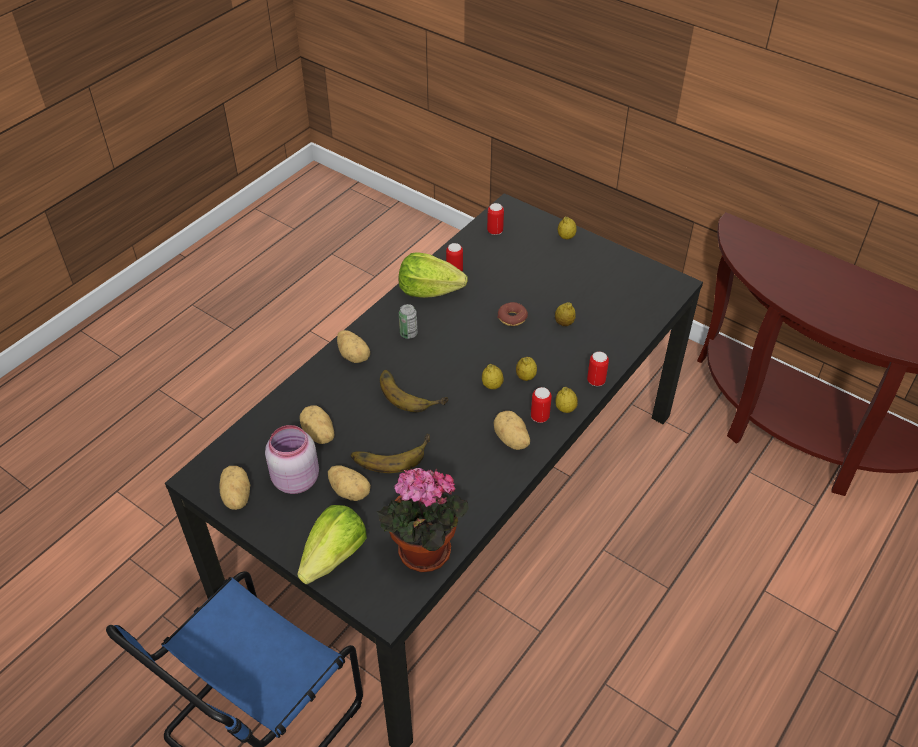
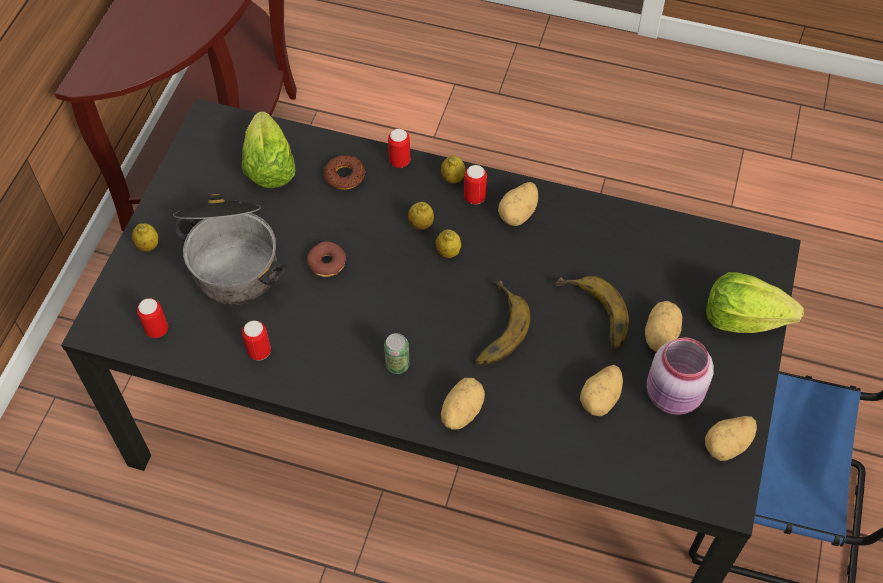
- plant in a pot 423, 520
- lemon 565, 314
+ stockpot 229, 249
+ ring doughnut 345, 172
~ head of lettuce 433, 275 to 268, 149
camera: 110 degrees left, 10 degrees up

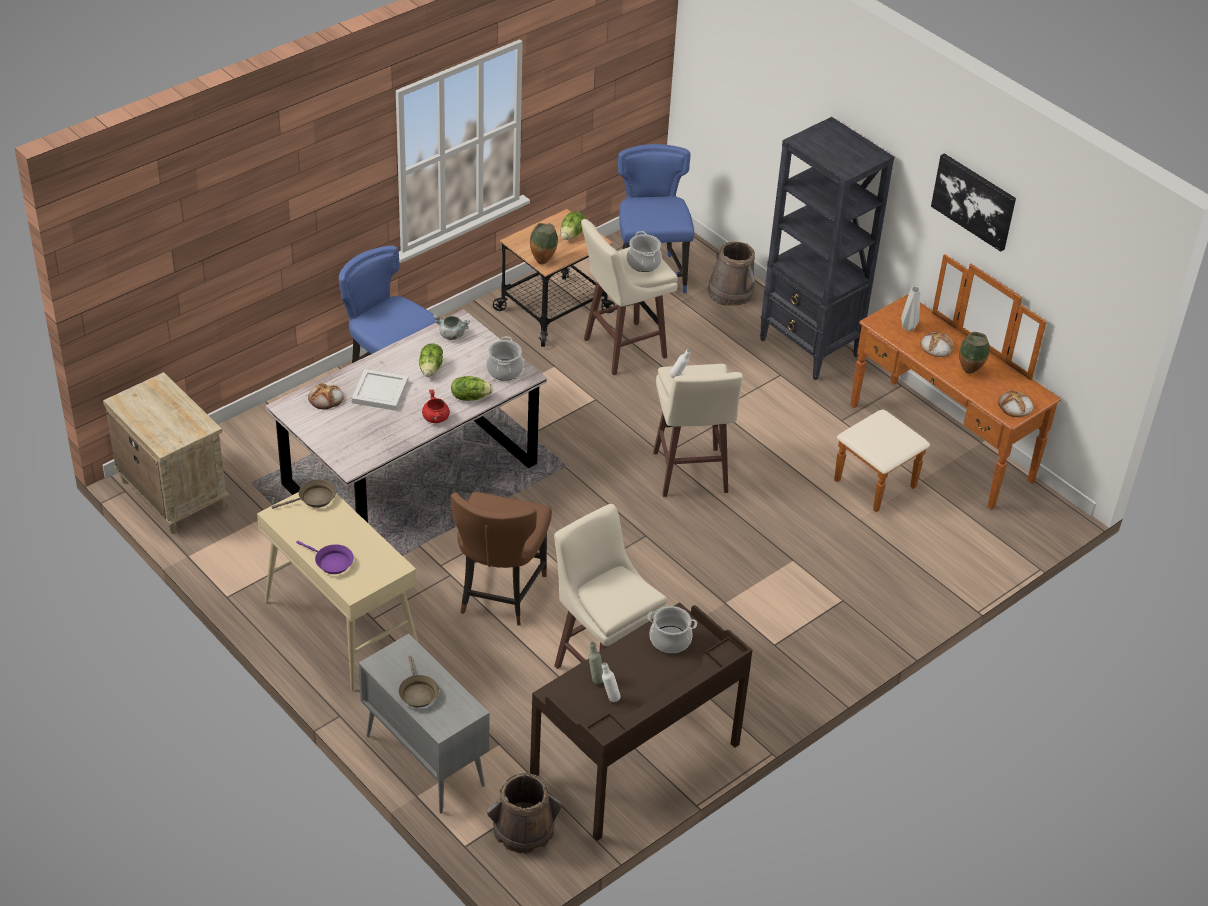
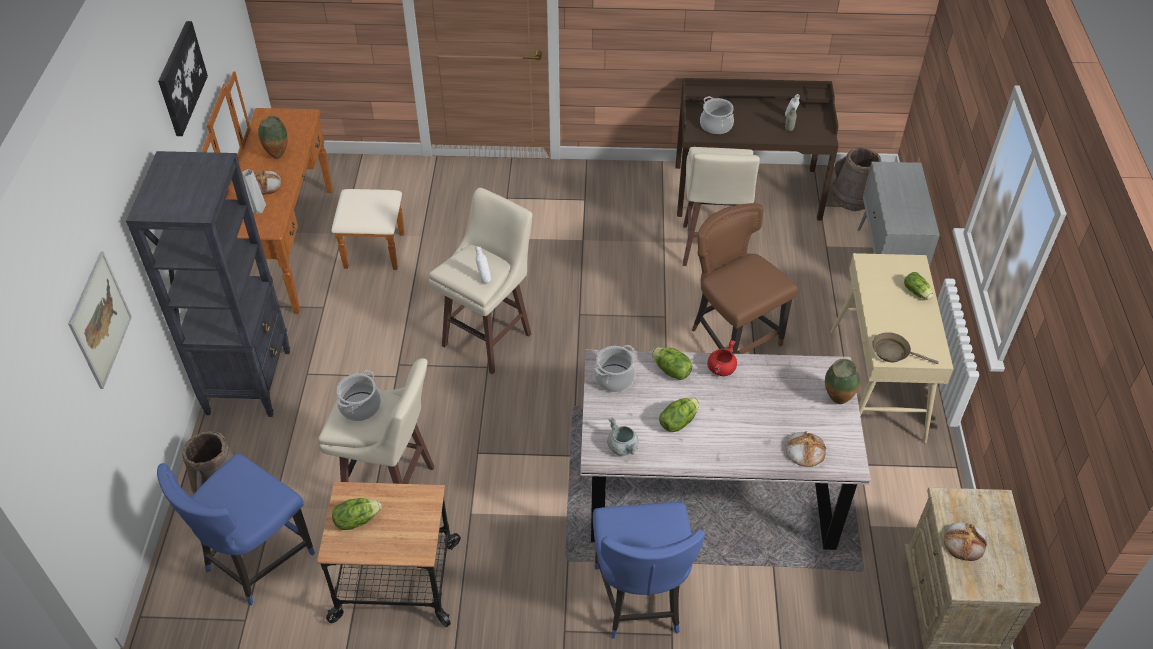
- serving tray in whitish 380, 390
- frying pan in brown 419, 681
+ picture 100, 320
~ flower vase 544, 243 to 842, 381
~ baked bread 1015, 403 to 965, 541
~ frying pan in purple 325, 557 to head of lettuce 918, 286
~ chair in brown 501, 558 = 745, 278 90 degrees counterclockwise
camera: 135 degrees left, 5 degrees up

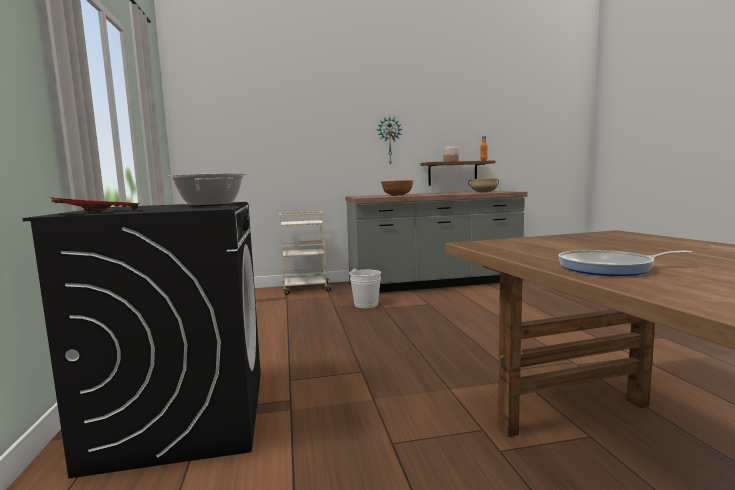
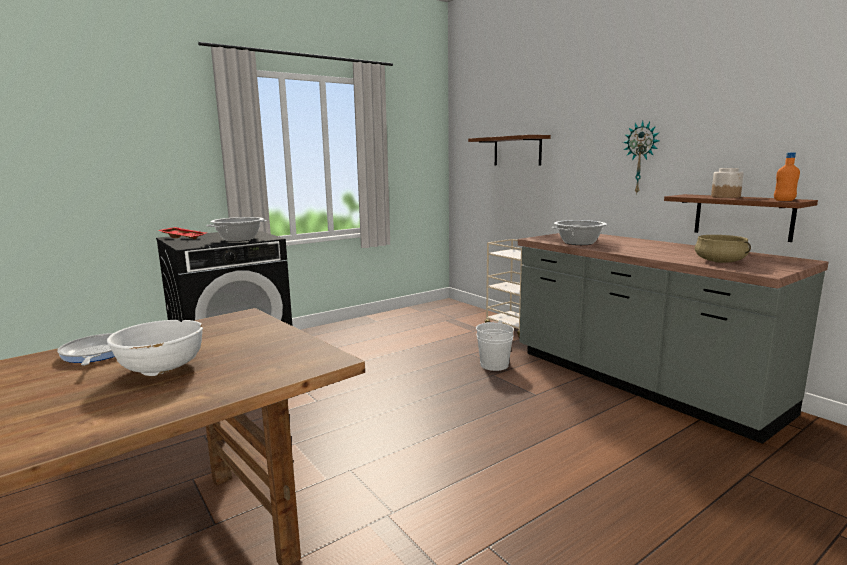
+ bowl in whitish 155, 348
+ shelf in brown 509, 150
~ bowl in brown 397, 188 to stockpot 579, 232
camera: 65 degrees right, 5 degrees up

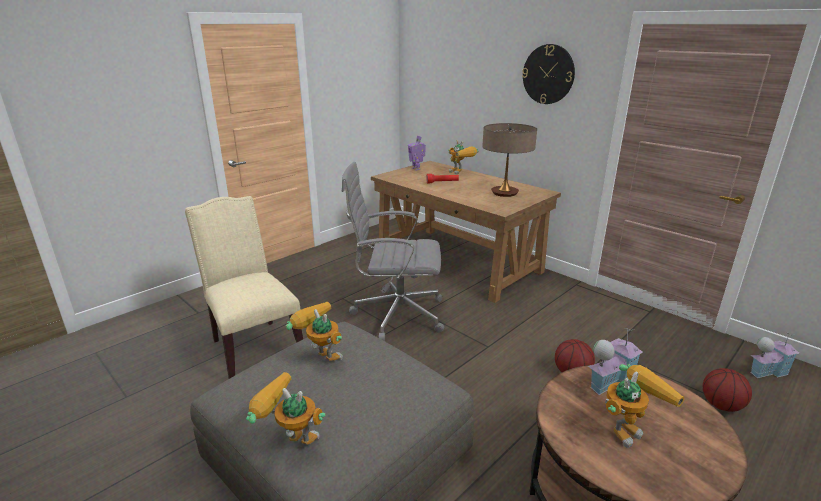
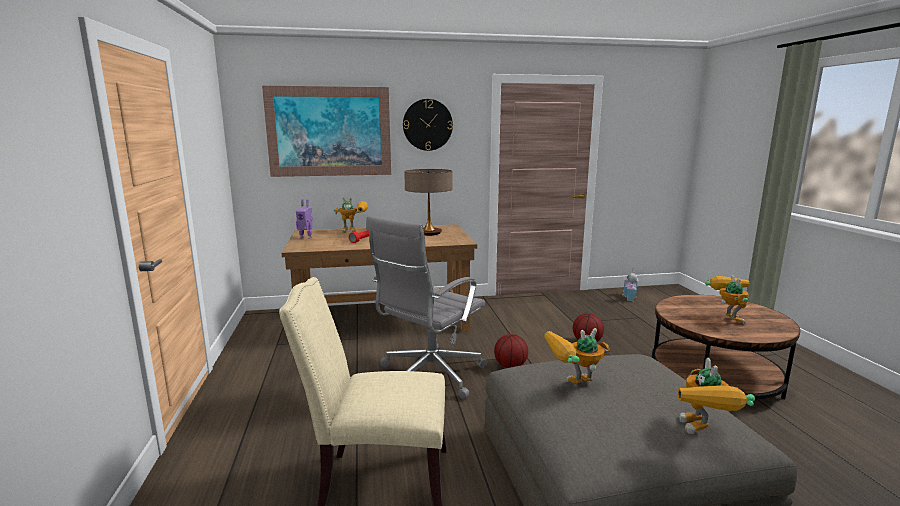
- model house 615, 361
+ picture 326, 131
~ basketball 727, 390 to 511, 351
~ toy robot 286, 408 = 716, 396 45 degrees counterclockwise
camera: 55 degrees left, 10 degrees down

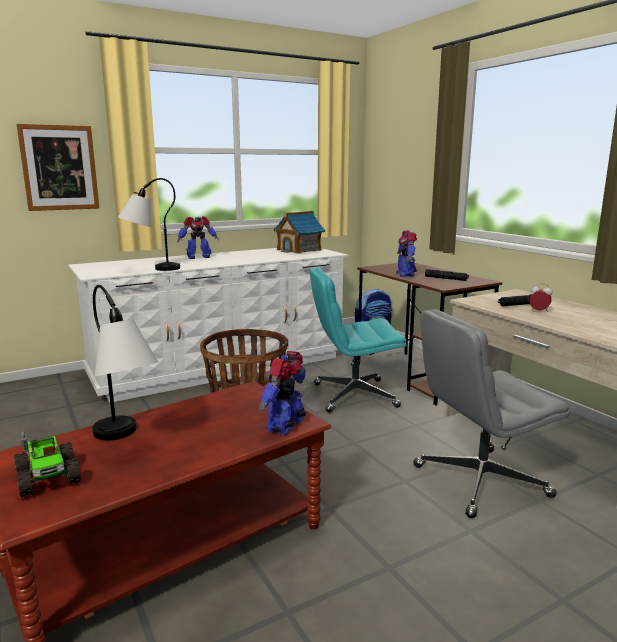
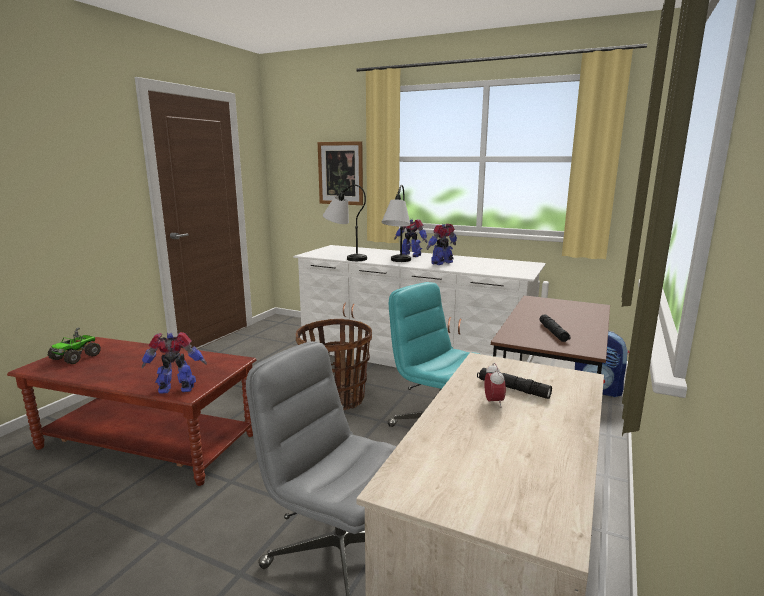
- model house 299, 232
~ tabletop lamp 125, 363 to 396, 223
~ toy robot 406, 254 to 441, 244
camera: 55 degrees right, 0 degrees up

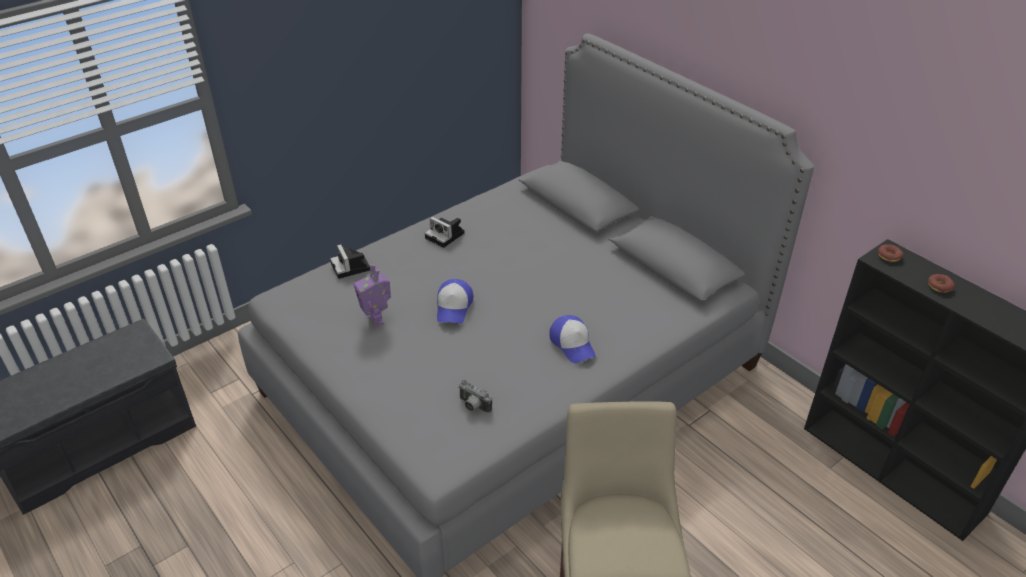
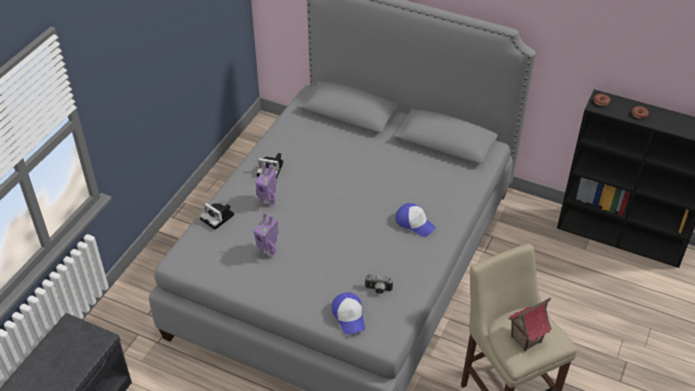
+ toy robot 266, 185
+ model house 530, 324
~ baseball cap 455, 301 to 348, 313
camera: 25 degrees left, 5 degrees up

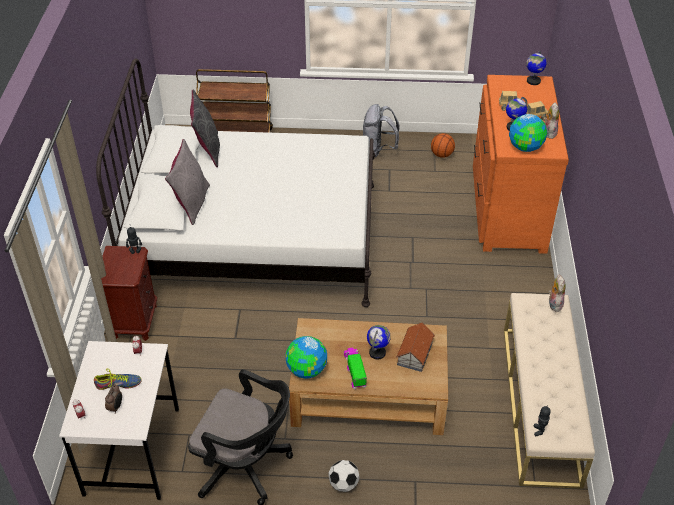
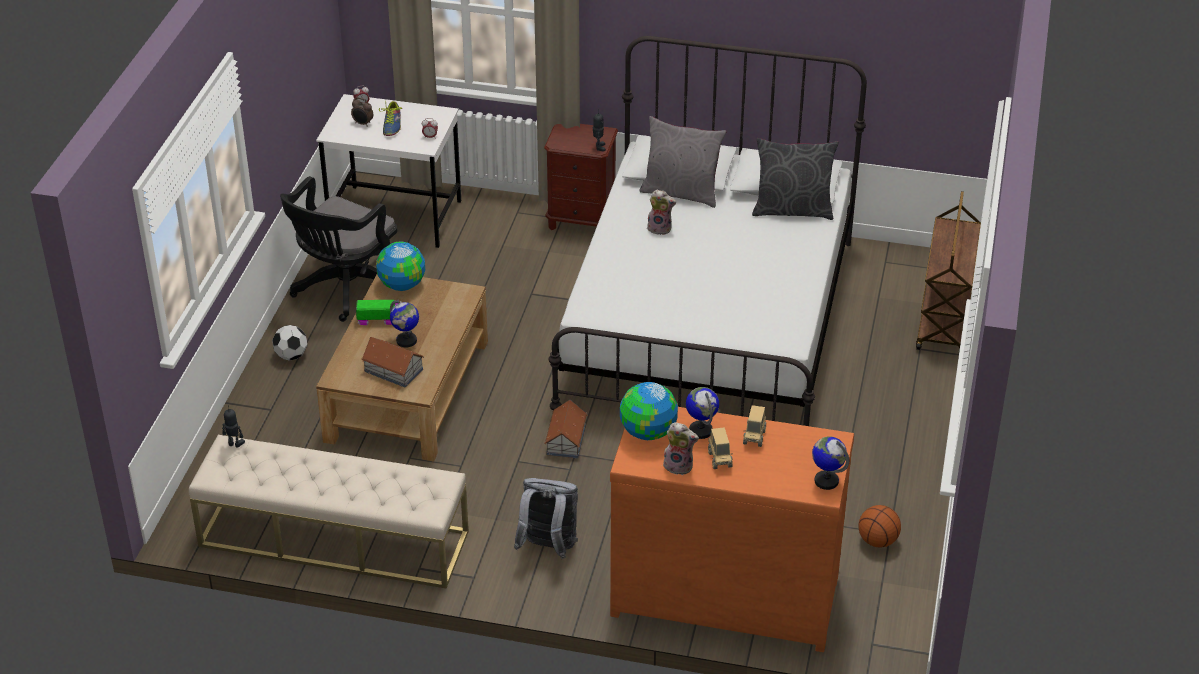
+ model house 565, 429
~ backpack in gray 381, 130 to 546, 518
~ plush toy 557, 293 to 661, 212
camera: 100 degrees right, 5 degrees down

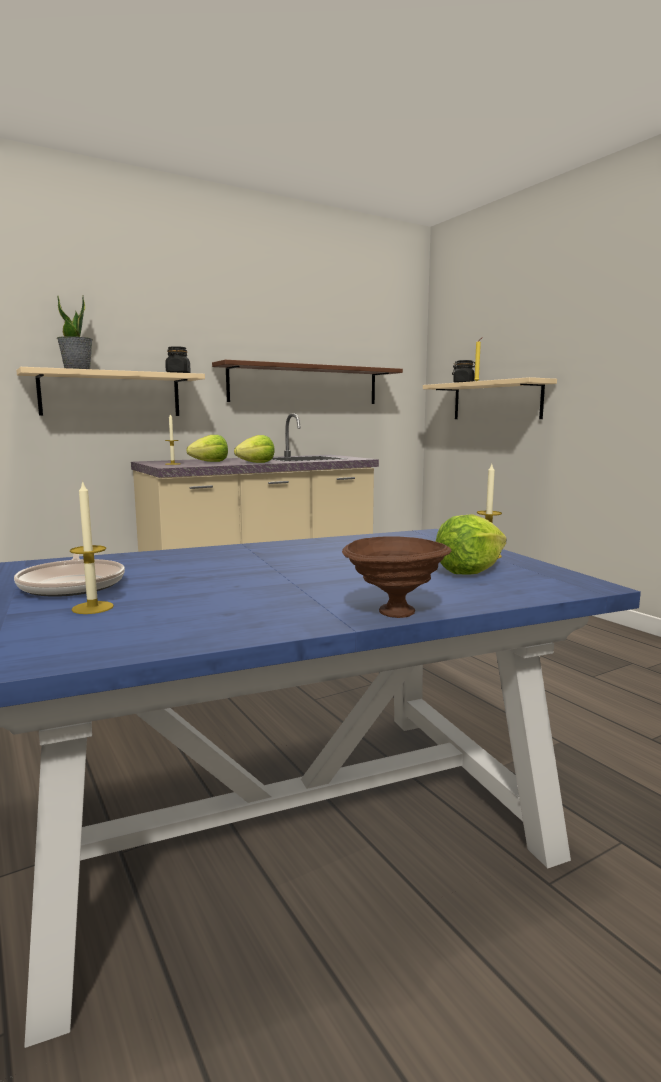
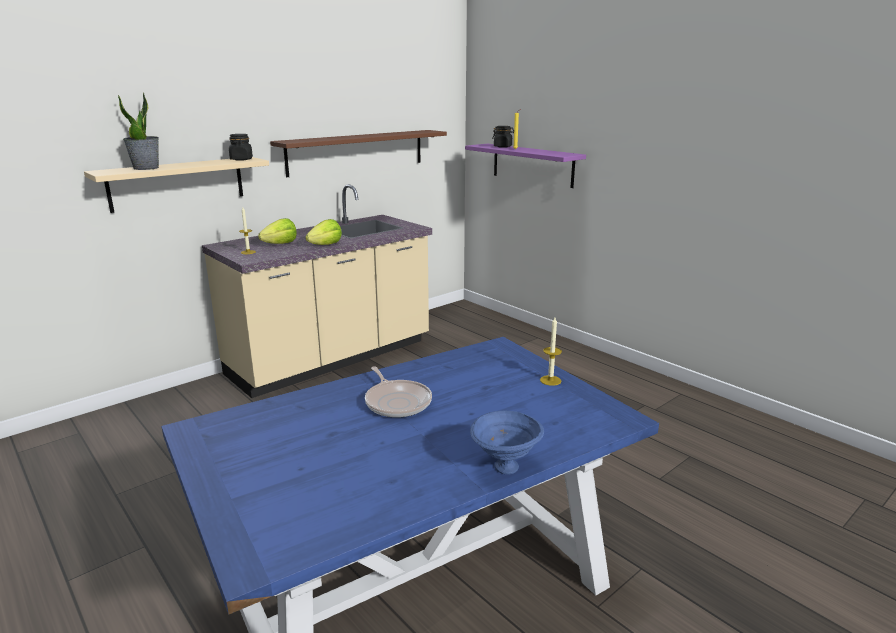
- wax candle 92, 547
- head of lettuce 471, 544
~ frying pan 69, 575 to 398, 392
~ bowl in brown 396, 577 to bowl in blue-coloured 507, 443
~ shelf in beige 490, 398 to shelf in purple 525, 166
camera: 10 degrees left, 10 degrees up

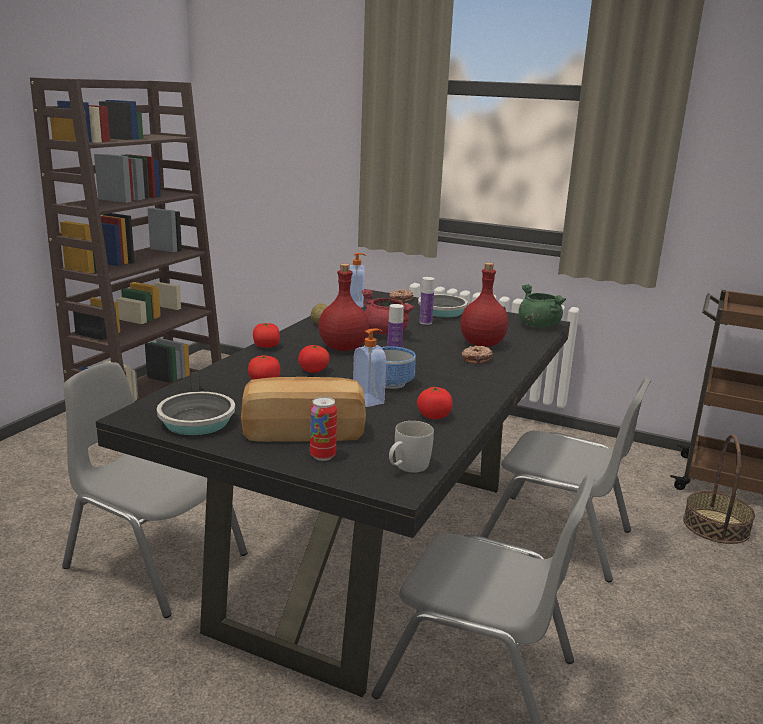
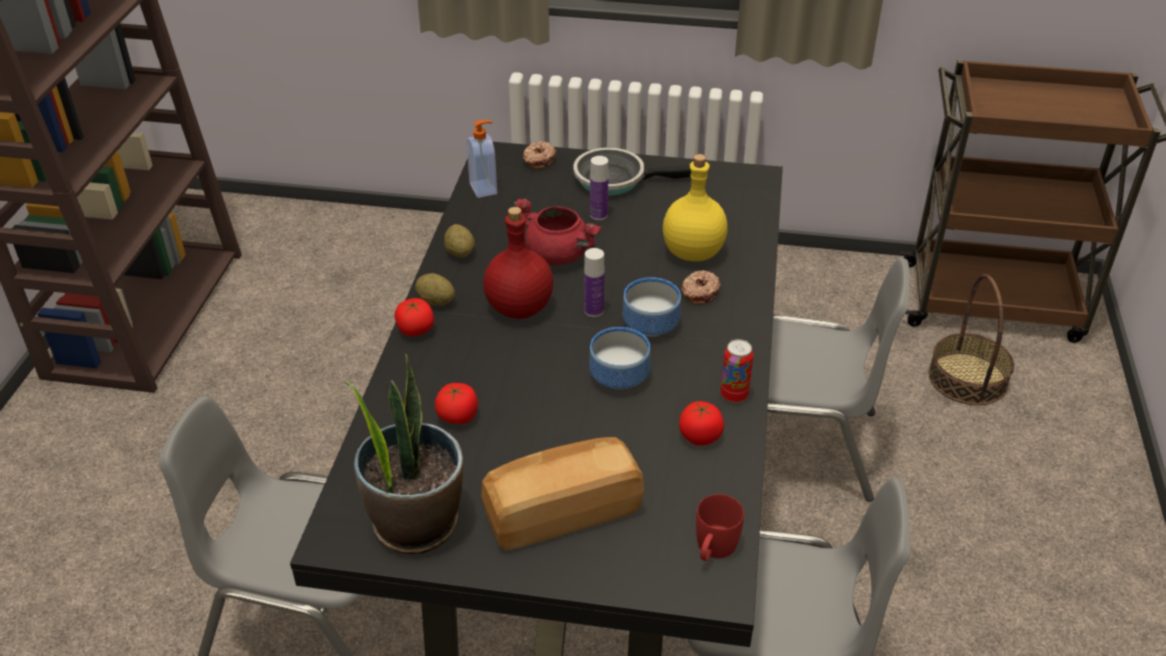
- fresh tomato 314, 359
- liquid soap bottle 369, 367
- stockpot in greenish 542, 306
+ potato 435, 289
+ bowl 652, 307
~ can 323, 429 to 736, 371
~ frying pan 196, 404 to plant in a pot 403, 454
~ mug in whitish 411, 447 to mug in reddish 720, 527
~ beverage bottle in reddish 484, 305 to beverage bottle in yellow 695, 207
camera: 15 degrees left, 20 degrees up

